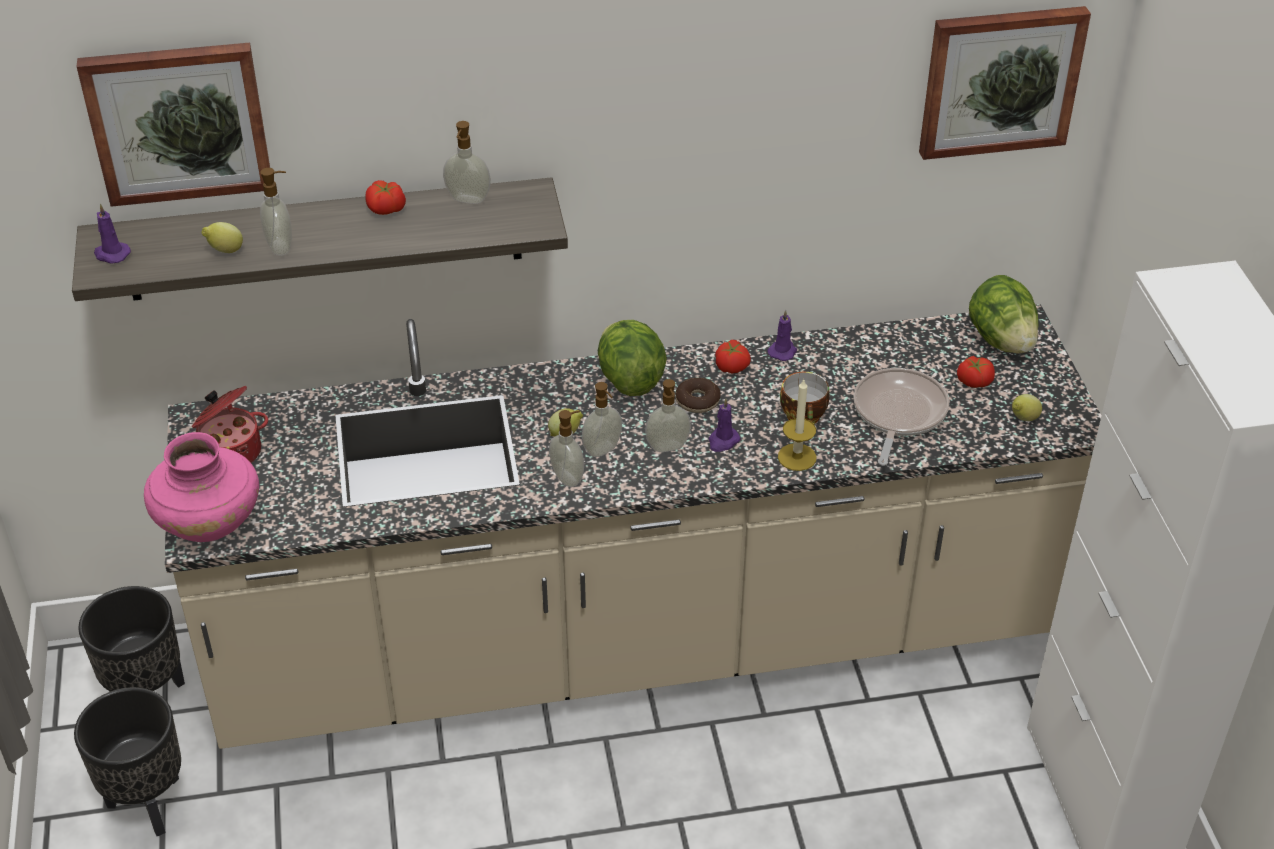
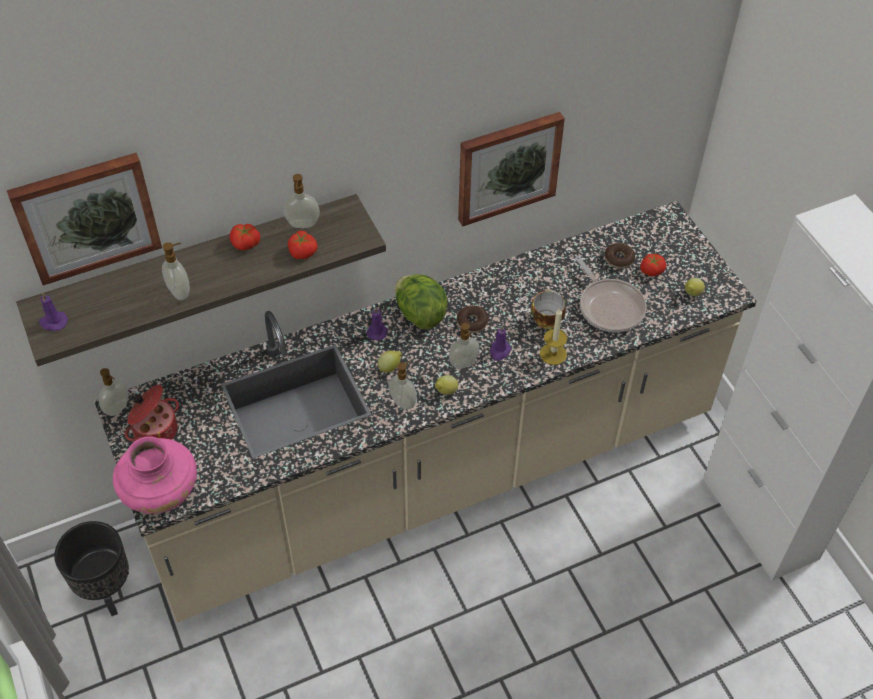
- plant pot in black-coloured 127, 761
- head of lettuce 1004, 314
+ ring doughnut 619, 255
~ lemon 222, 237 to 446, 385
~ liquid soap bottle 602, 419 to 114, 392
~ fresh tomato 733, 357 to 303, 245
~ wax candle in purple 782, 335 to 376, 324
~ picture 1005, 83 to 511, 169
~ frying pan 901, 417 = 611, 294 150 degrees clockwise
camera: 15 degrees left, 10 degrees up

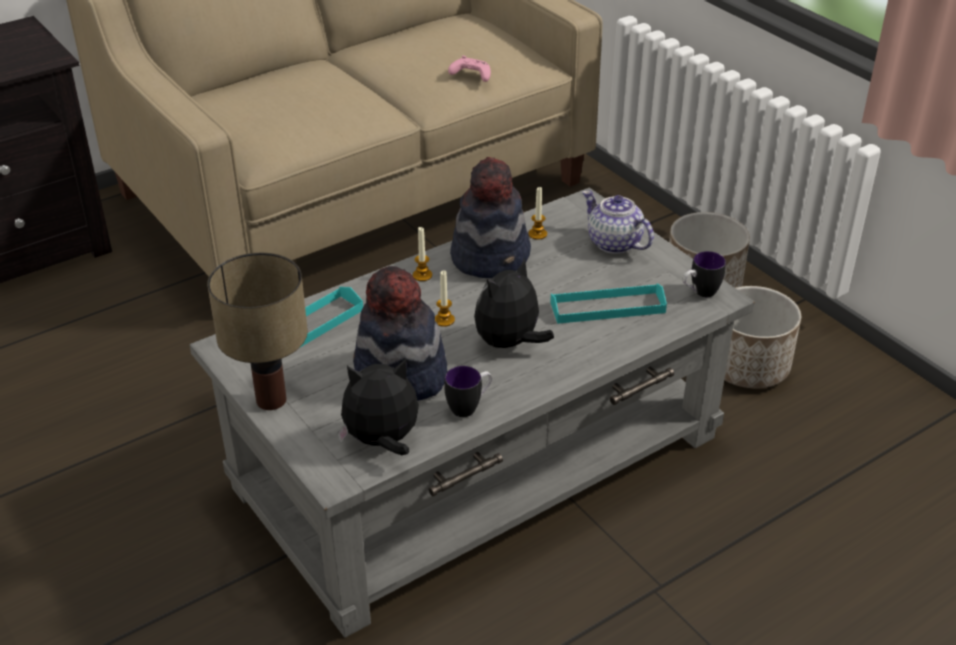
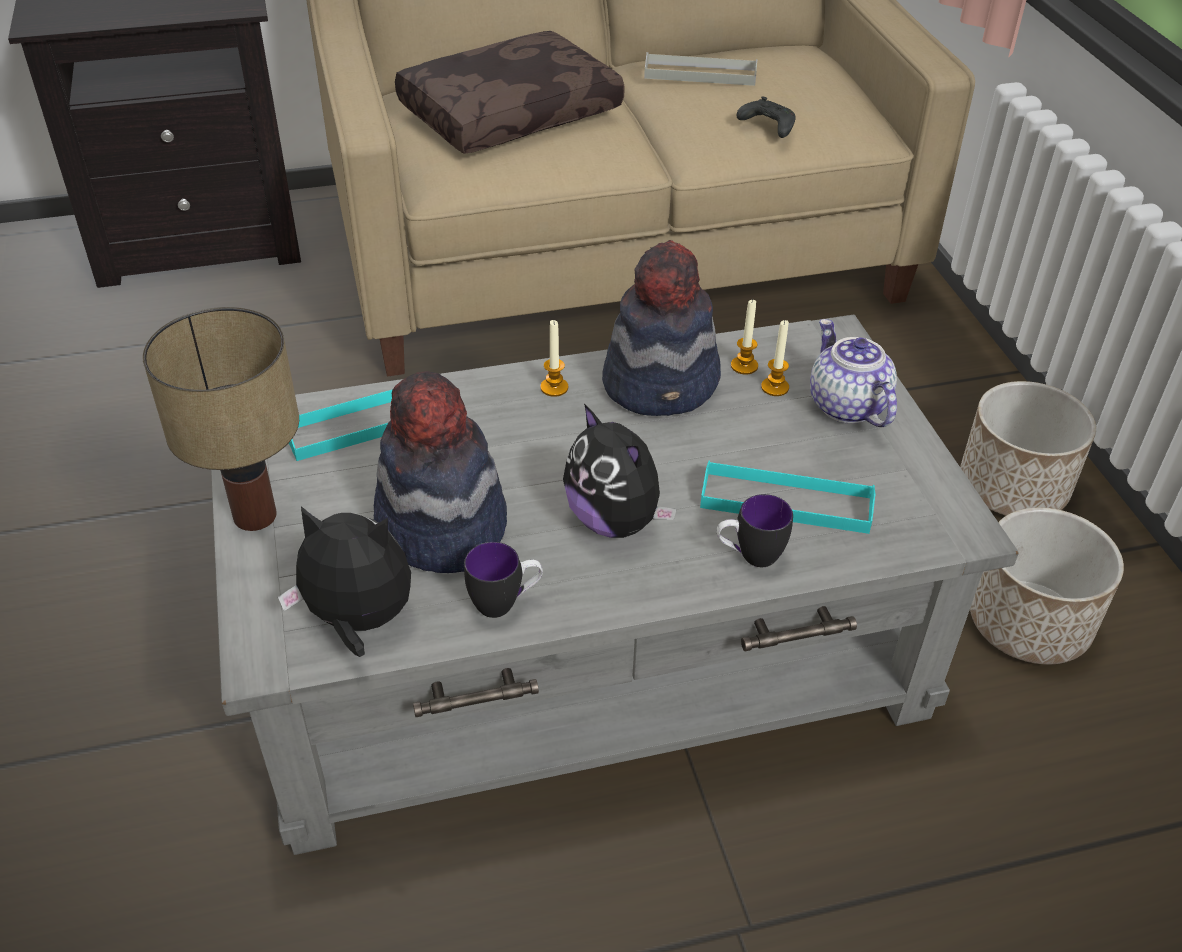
+ pillow in brown 510, 92
+ serving tray in gray 700, 69
~ wax candle 445, 298 to 775, 358
~ mug 704, 274 to 755, 530
~ gamepad in pink 469, 69 to gamepad in black-coloured 766, 117
~ plush toy 514, 303 = 620, 471 105 degrees counterclockwise
camera: 20 degrees right, 5 degrees up

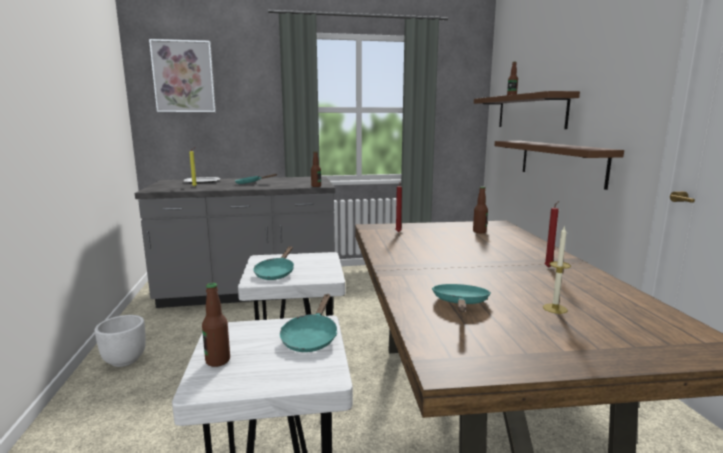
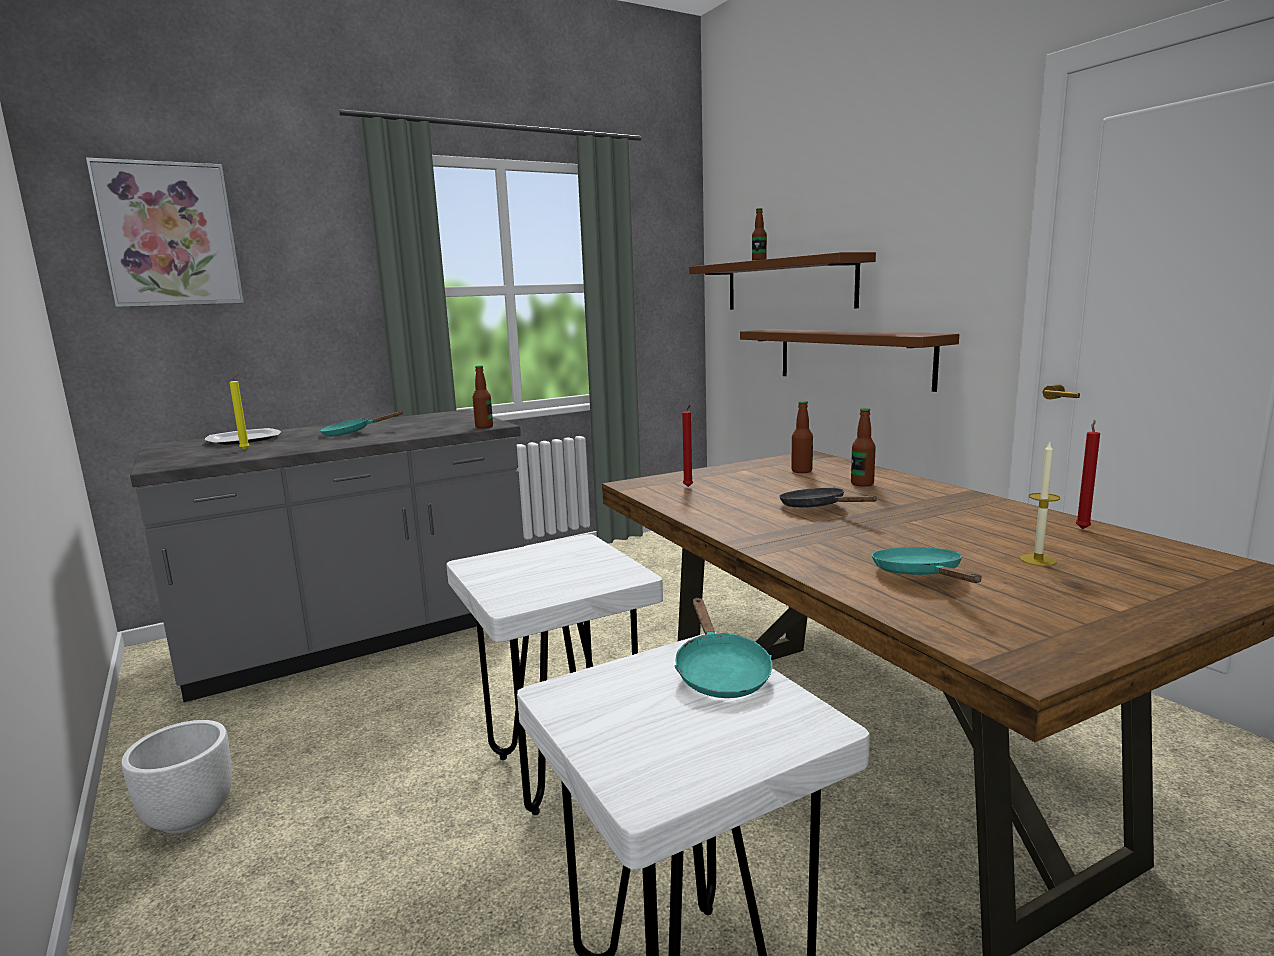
- frying pan in turquoise 273, 263
+ frying pan in black-coloured 828, 498
~ beverage bottle 216, 325 to 863, 447
~ wax candle in reddish 551, 234 to 1087, 474
camera: 20 degrees left, 0 degrees up

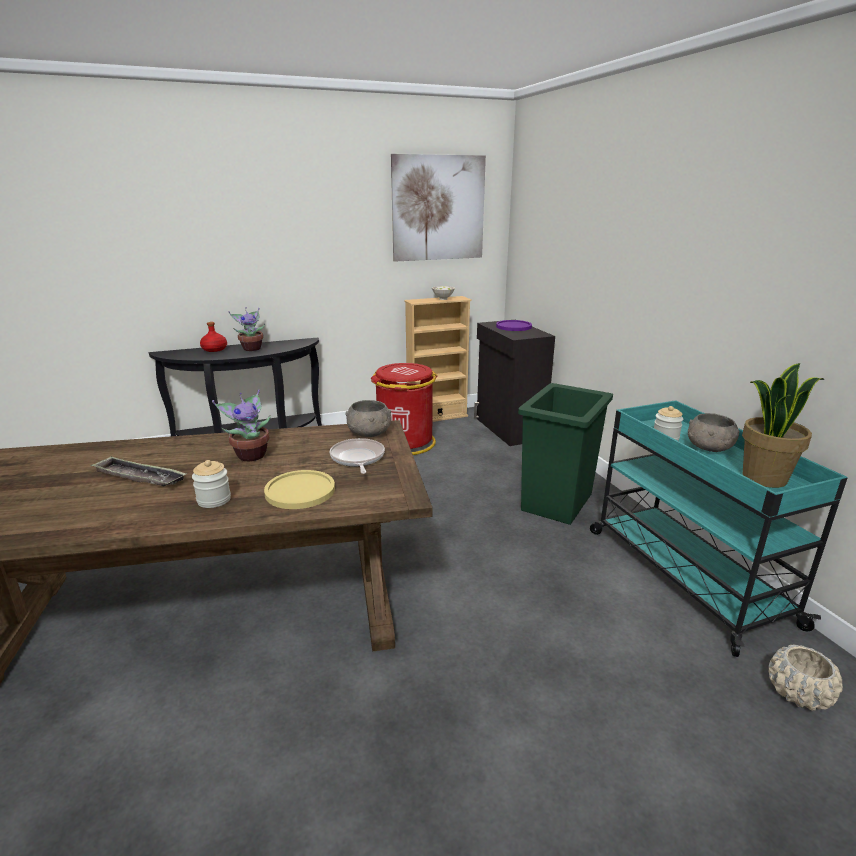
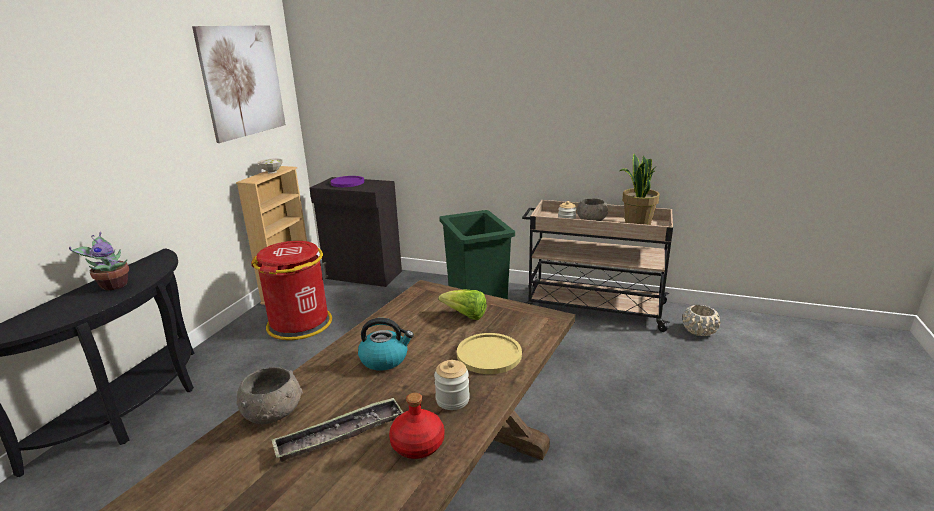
~ beverage bottle in reddish 213, 337 to 416, 426
~ bowl in gray 368, 418 to 269, 395
~ plant in a pot 241, 425 to kettle 386, 344
~ frying pan 357, 456 to head of lettuce 462, 304
~ wheeled cart in turquoise 719, 528 to wheeled cart in beige 597, 266
camera: 50 degrees left, 0 degrees up

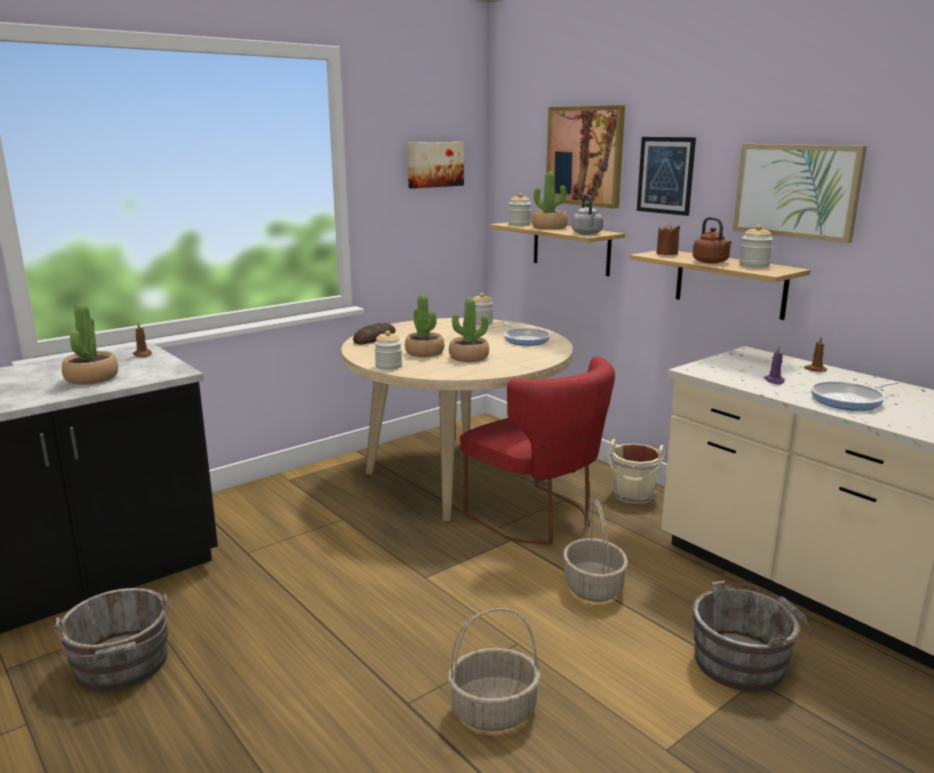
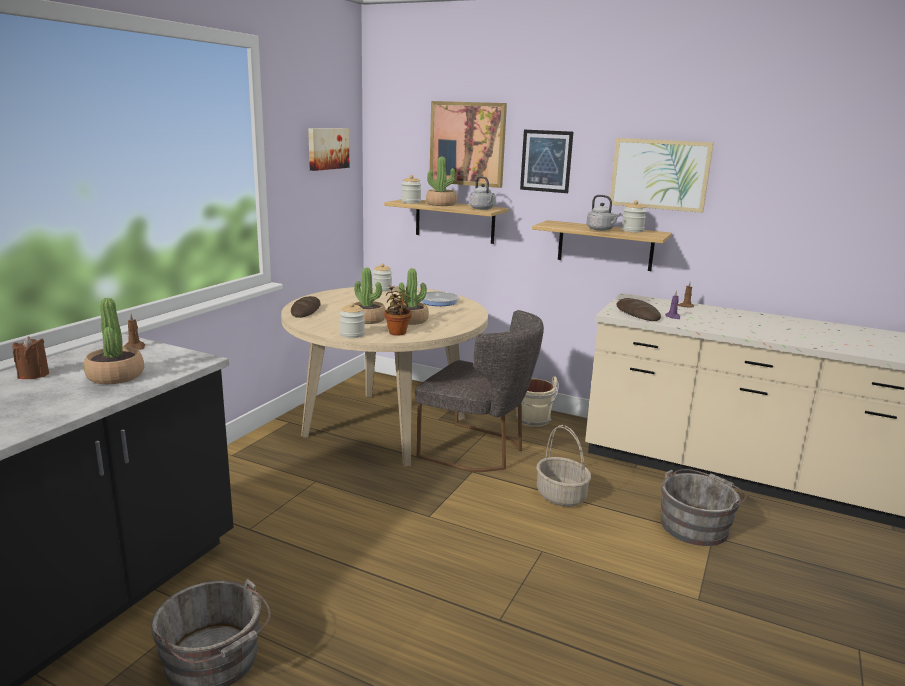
- household basket 494, 669
- frying pan 855, 396
+ plant in a pot 398, 310
+ baked bread 638, 309
~ wax candle in brown 668, 238 to 30, 357
~ chair in reddish 537, 451 to chair in gray 479, 391
~ kettle in brown 712, 240 to kettle in gray 603, 213
camera: 25 degrees left, 0 degrees up

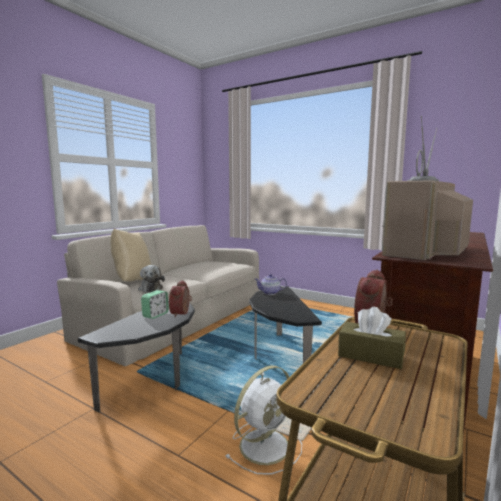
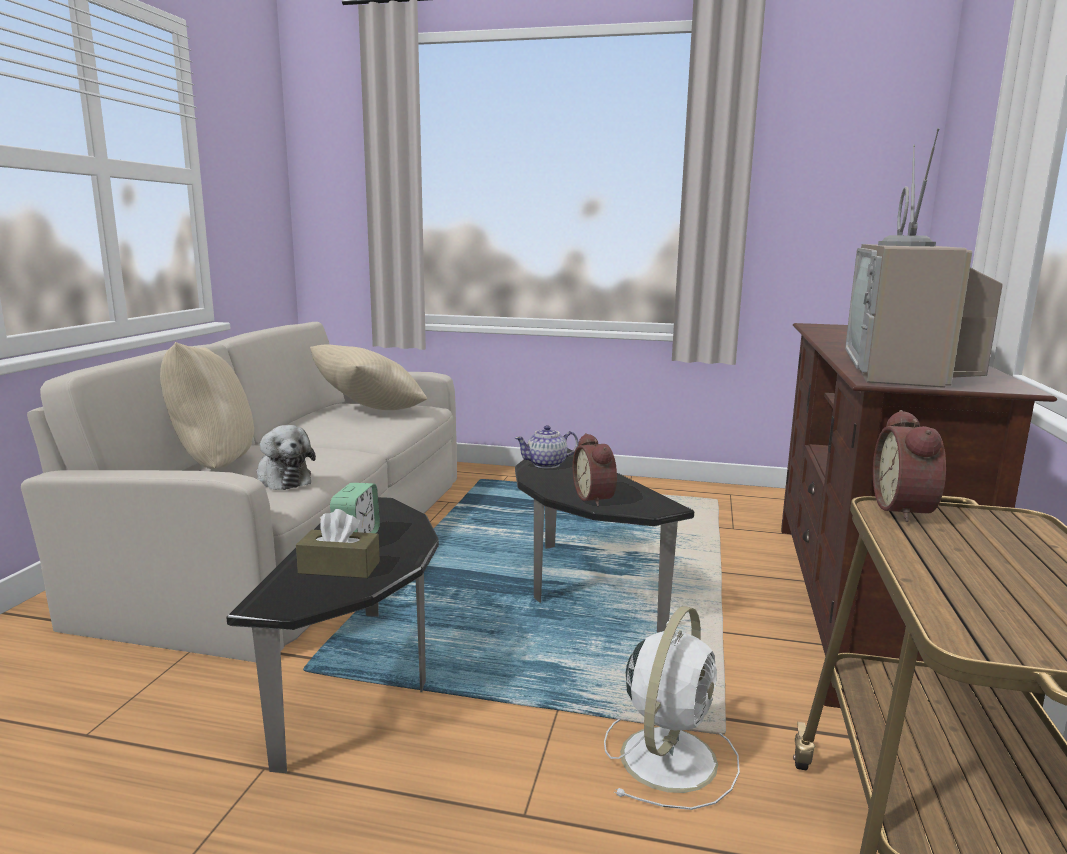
+ pillow in beige 368, 377
~ table clock 180, 299 to 595, 469
~ tissue holder in brown 372, 338 to 338, 543
camera: 20 degrees left, 5 degrees up

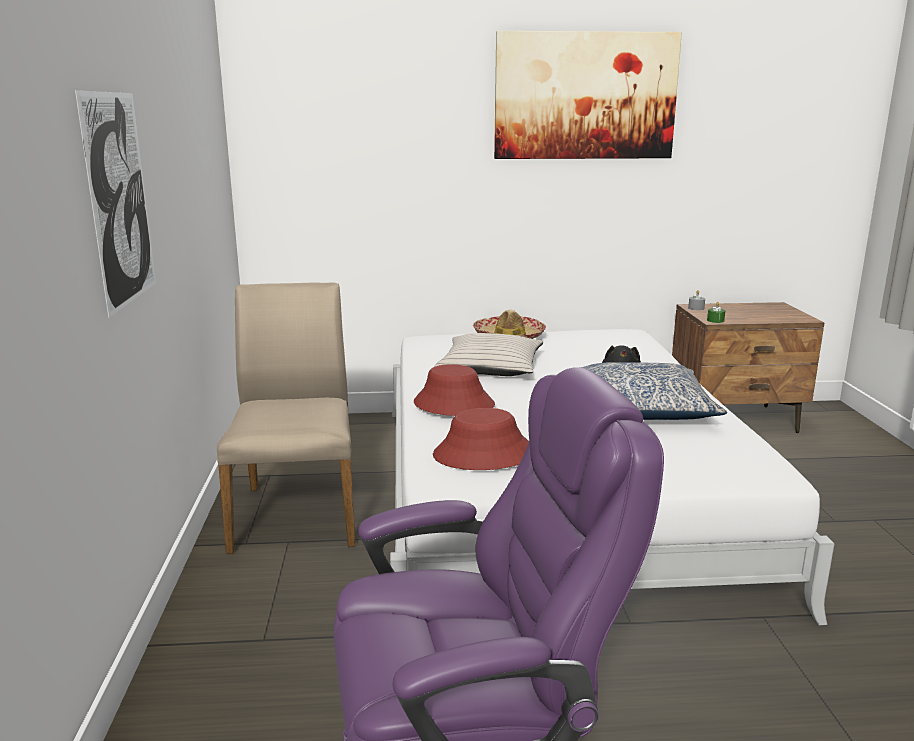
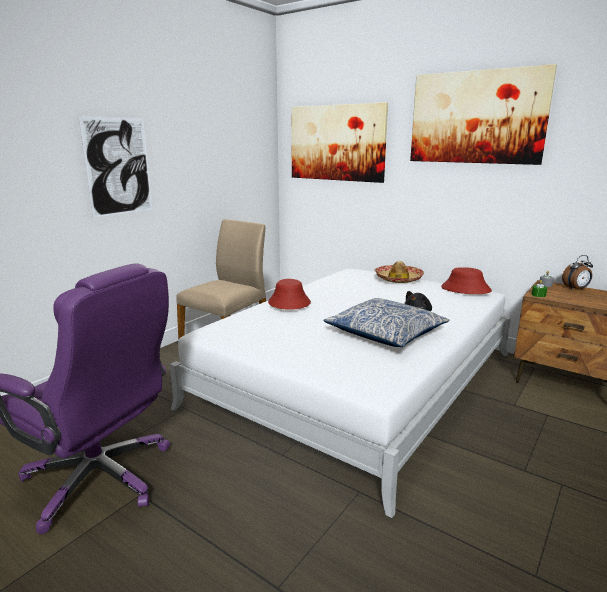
- pillow in beige 488, 354
+ picture 339, 142
+ table clock 577, 272
~ hat in reddish 481, 439 to 466, 280
camera: 40 degrees right, 0 degrees up

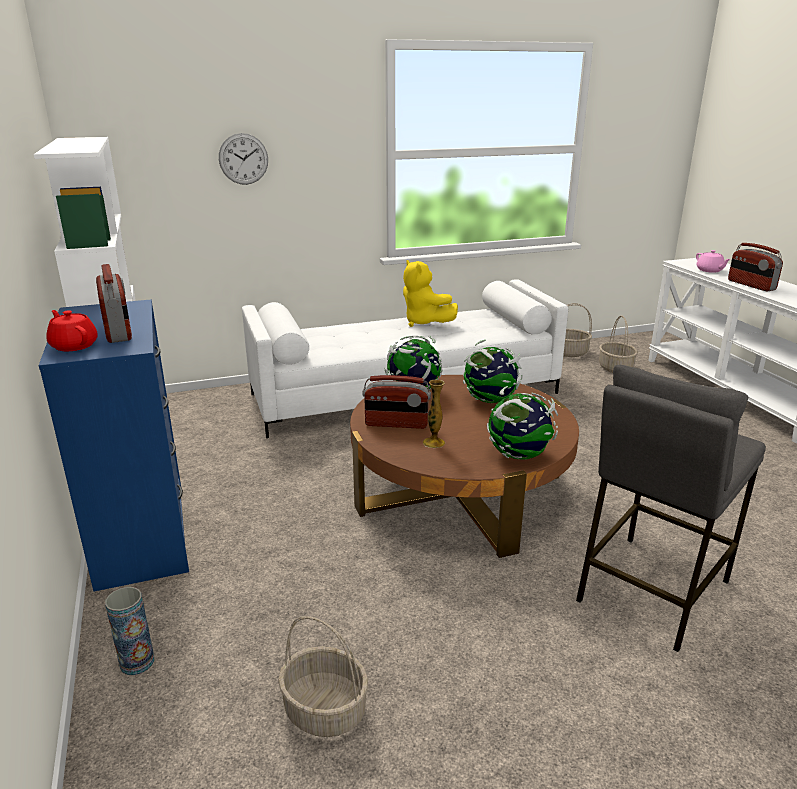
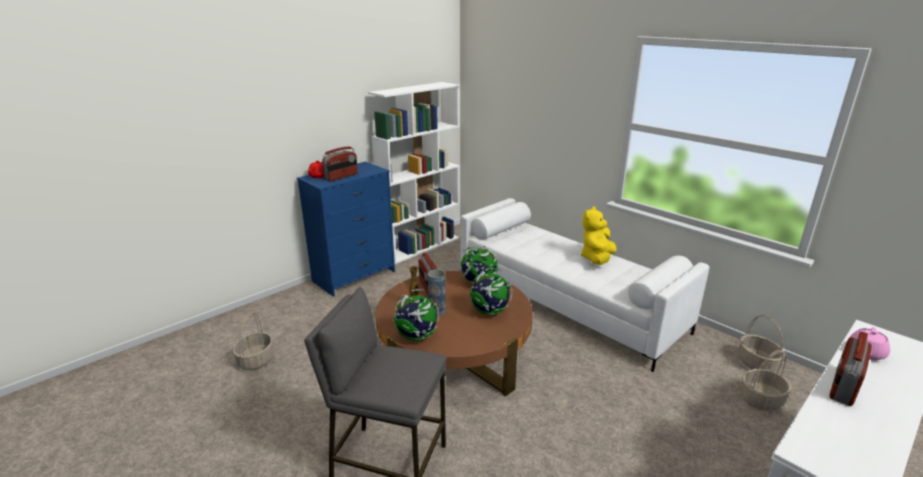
- clock on the wall 243, 159
~ flower vase 129, 631 to 437, 292
camera: 65 degrees right, 0 degrees up

